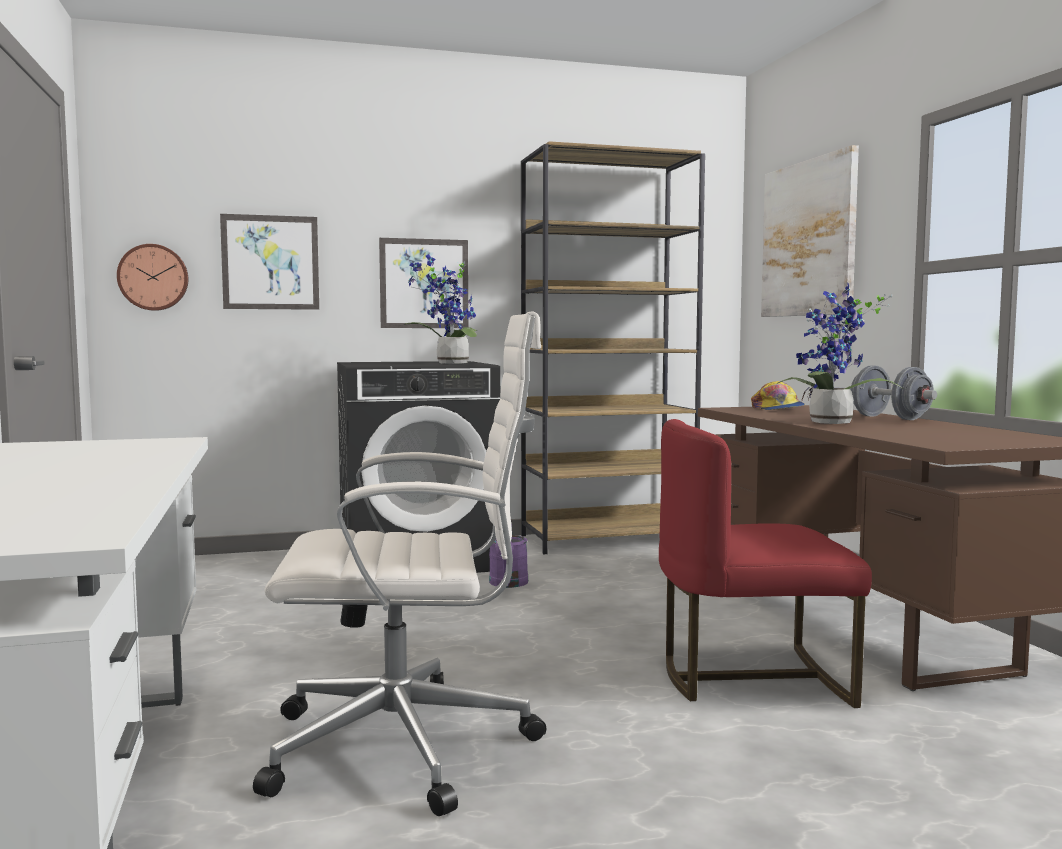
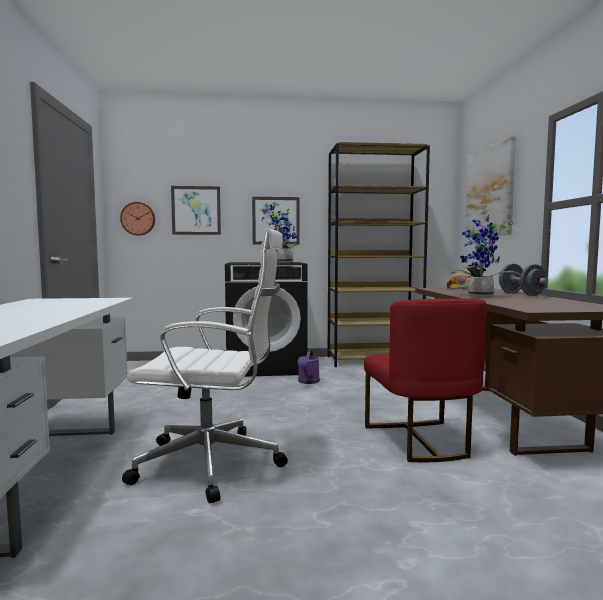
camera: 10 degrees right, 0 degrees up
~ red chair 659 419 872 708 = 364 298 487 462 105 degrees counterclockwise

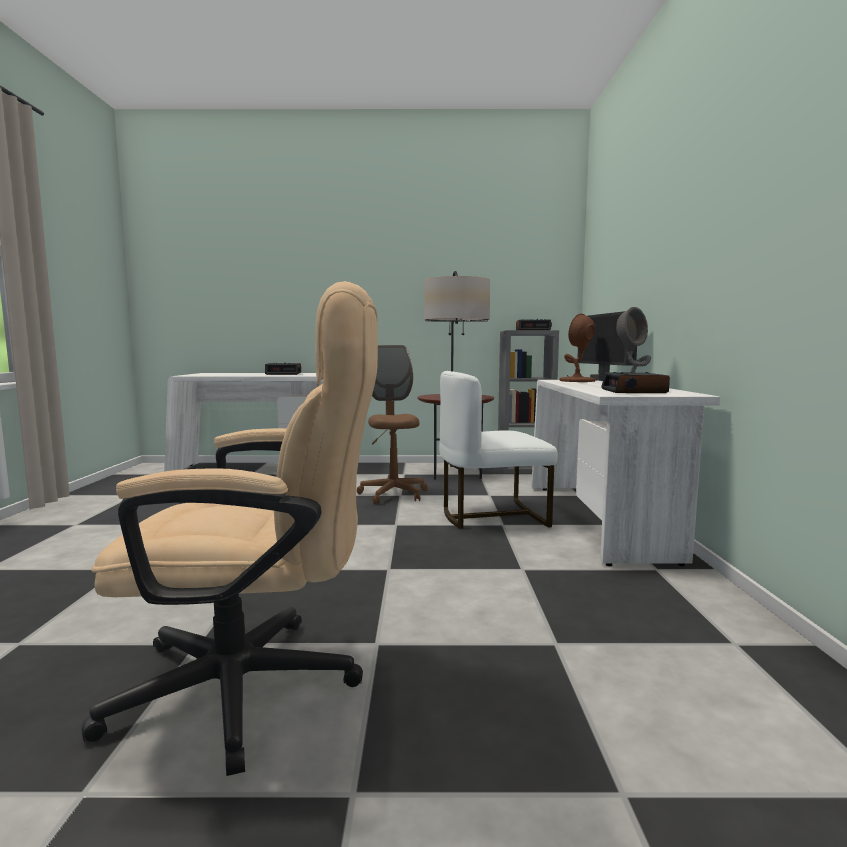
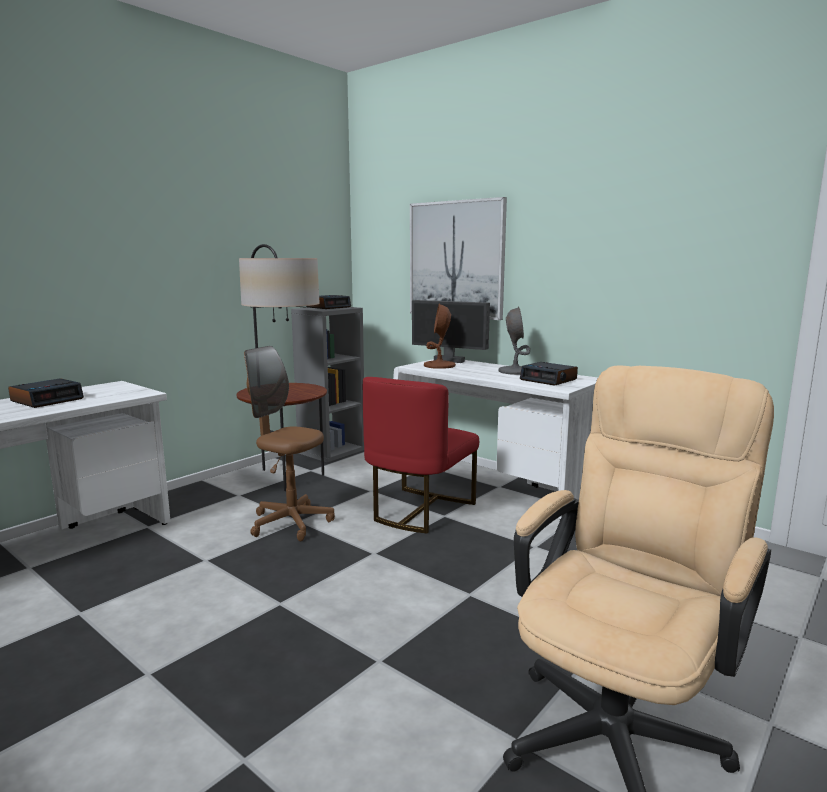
camera: 50 degrees left, 5 degrees up
~ white chair 439 371 558 529 to red chair 363 377 479 534
+ picture 410 197 507 320

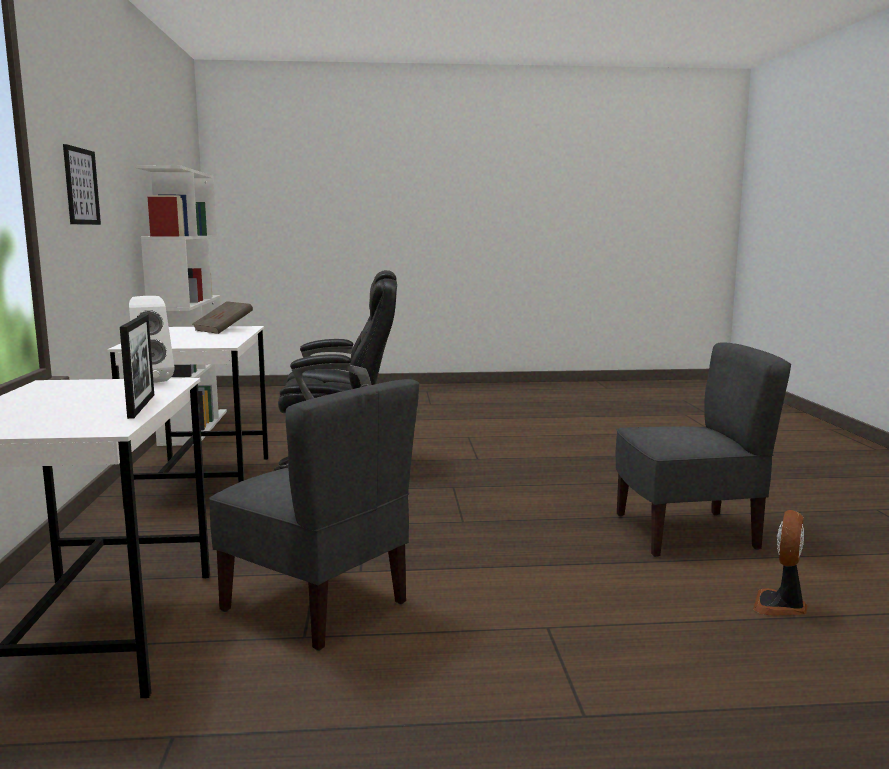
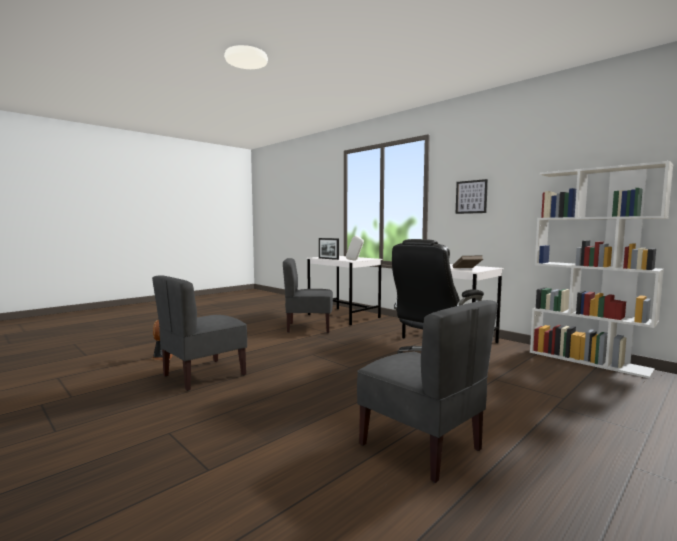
camera: 140 degrees right, 5 degrees down
+ grey chair 357 300 498 483

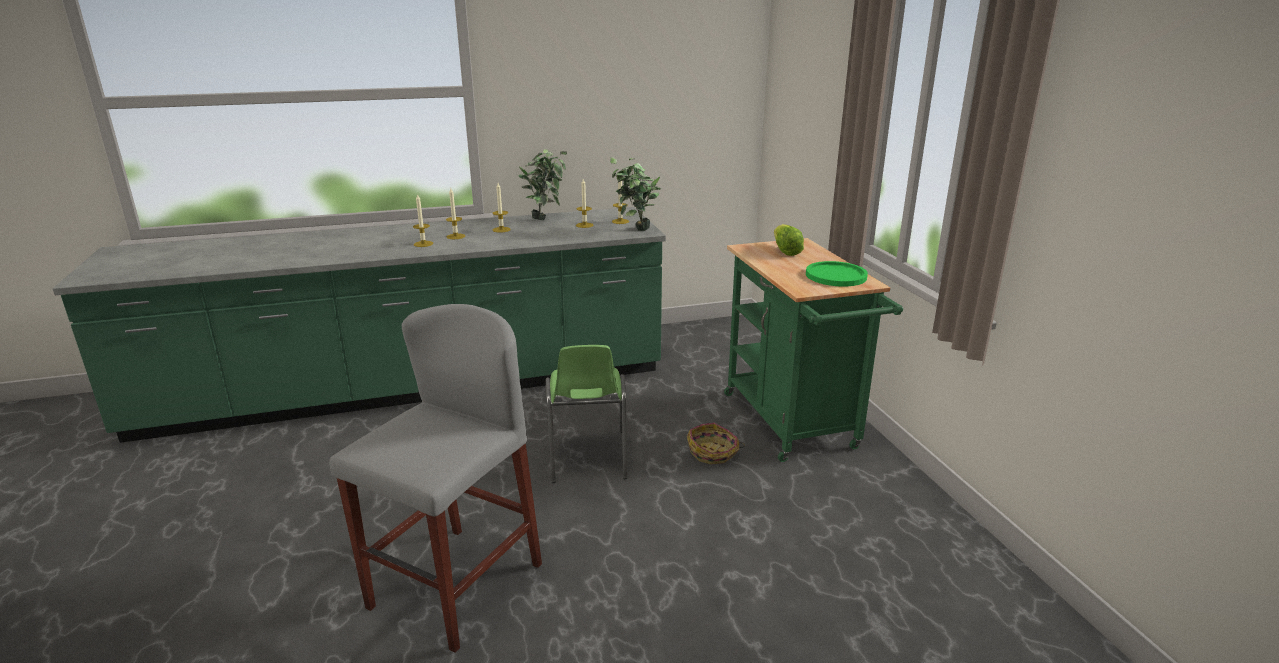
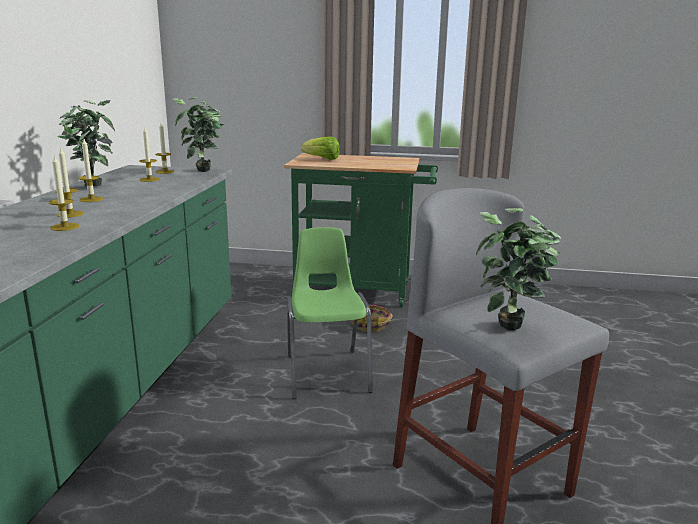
camera: 65 degrees left, 5 degrees down
~ green chair 546 345 627 483 = 287 227 373 399 120 degrees counterclockwise
- green plate 806 261 868 287
+ potted plant 476 208 561 331

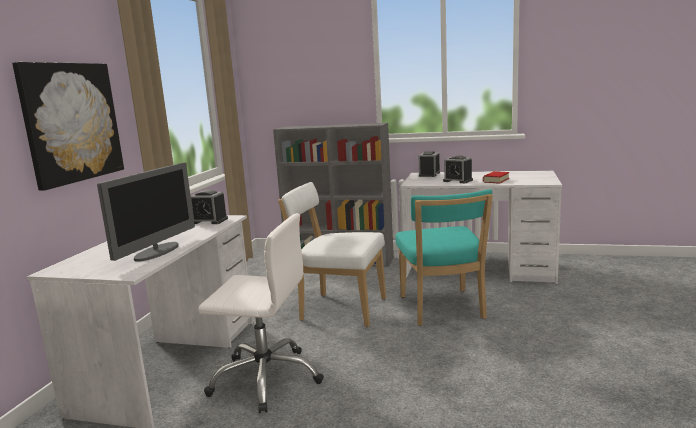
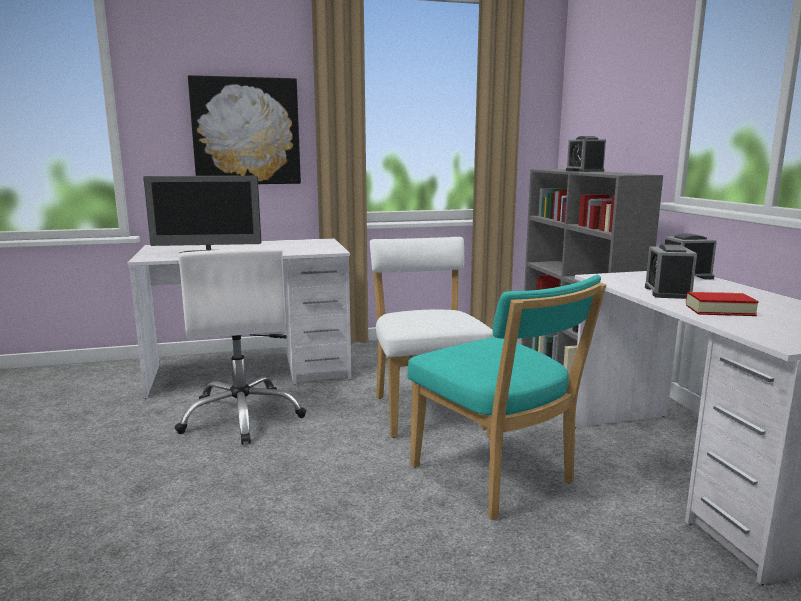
camera: 60 degrees right, 0 degrees up
~ alarm clock 191 190 228 224 to 566 136 606 172
~ turquoise chair 396 189 493 326 = 407 275 607 520 90 degrees counterclockwise

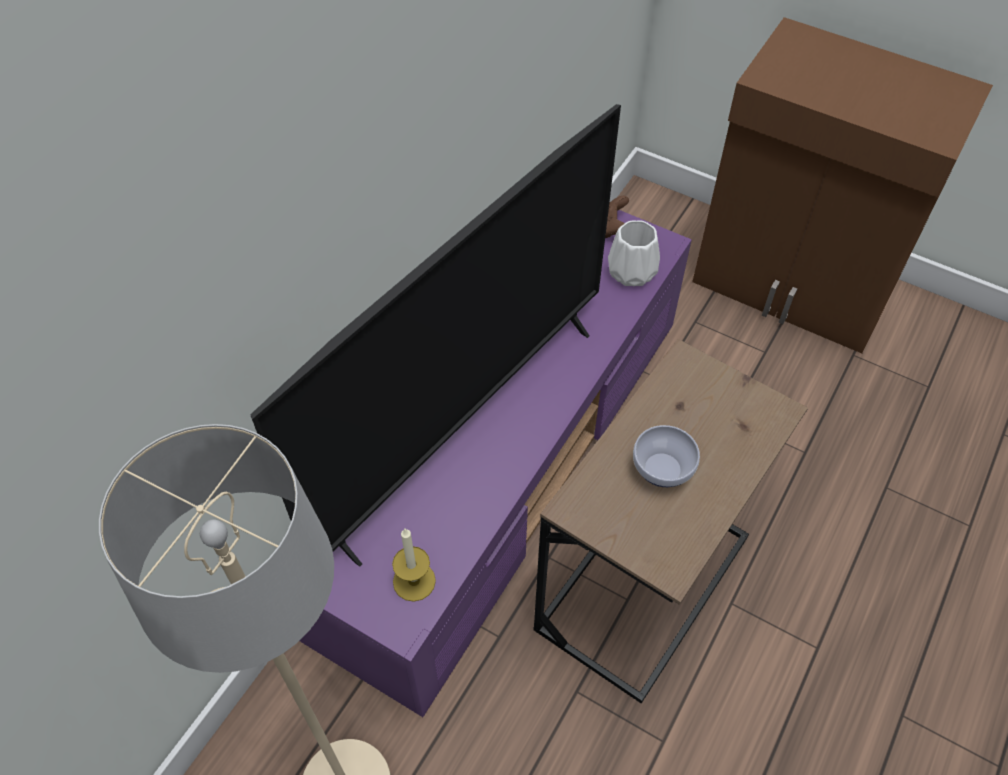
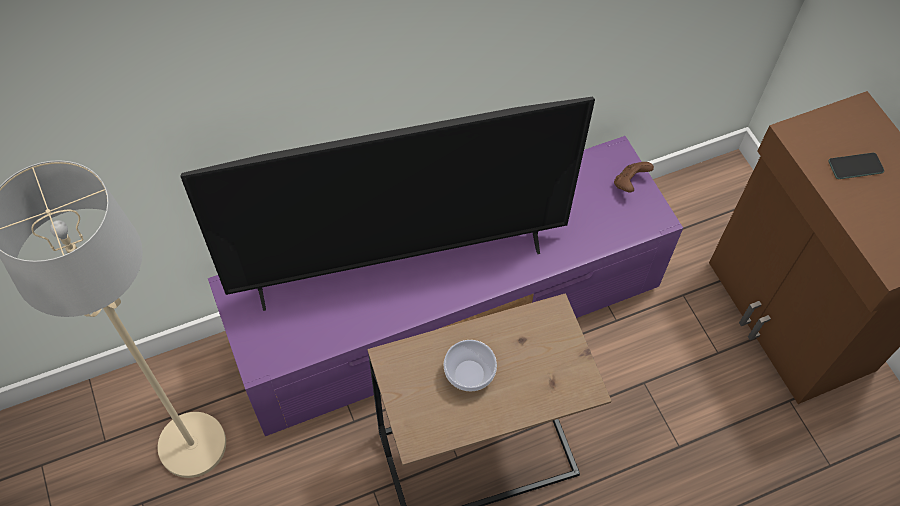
camera: 35 degrees right, 5 degrees up
- candle 392 529 436 602
- white vase 608 220 660 286
+ phone 828 153 884 179

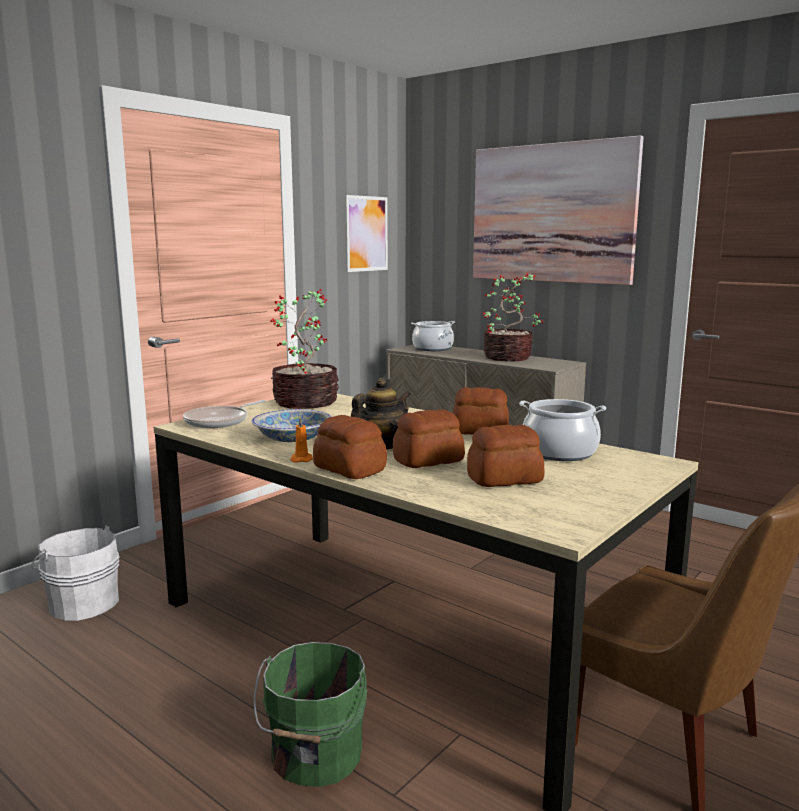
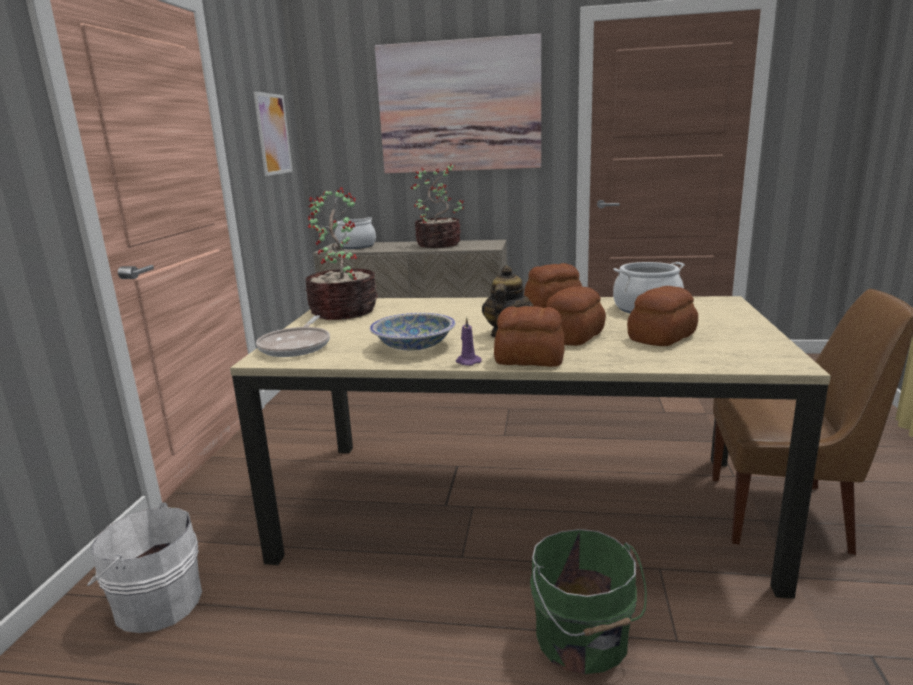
camera: 30 degrees left, 5 degrees up
~ orange candle 290 417 313 463 to purple candle 456 317 482 366

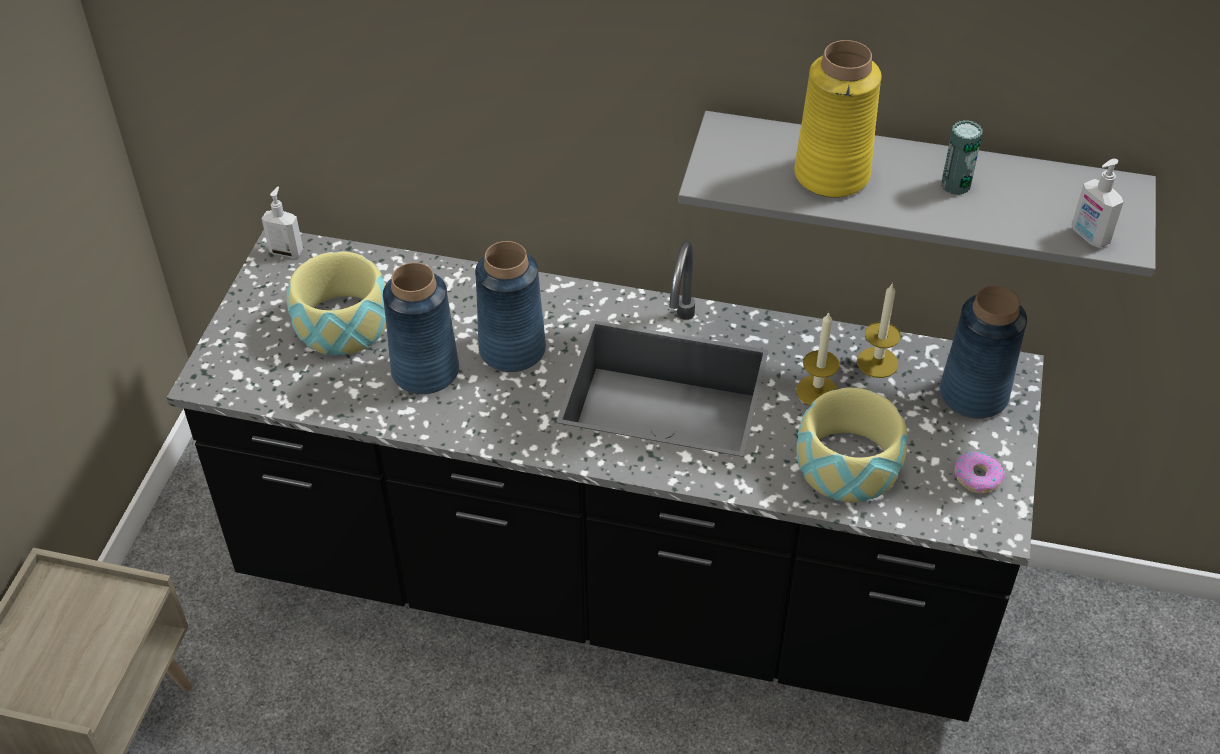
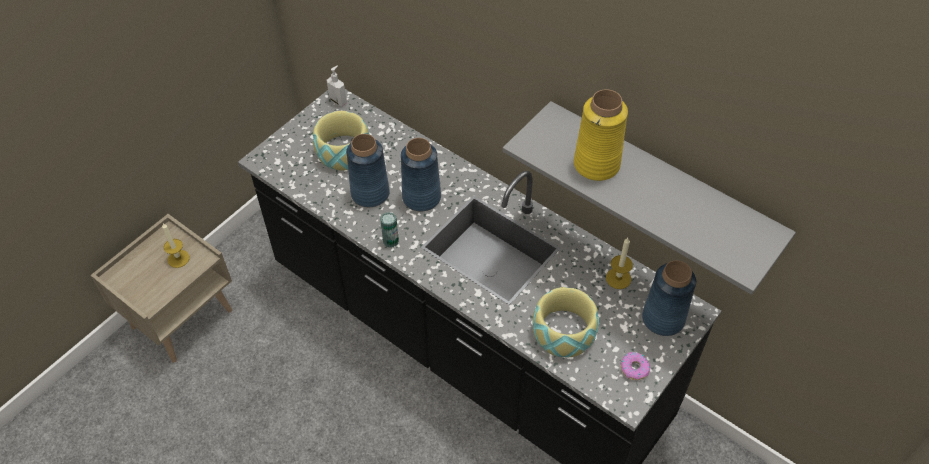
camera: 25 degrees right, 5 degrees up
~ candle 796 311 839 406 to 162 223 190 268
~ can 941 120 983 195 to 380 212 399 248
- soap dispenser 1072 159 1123 248

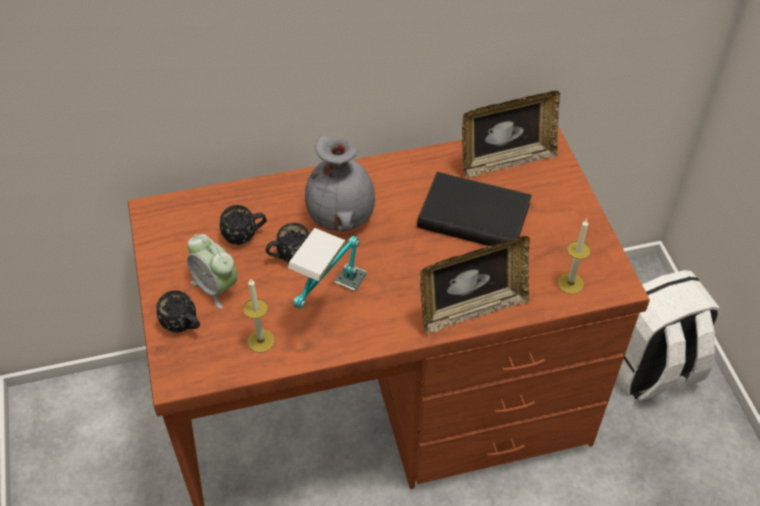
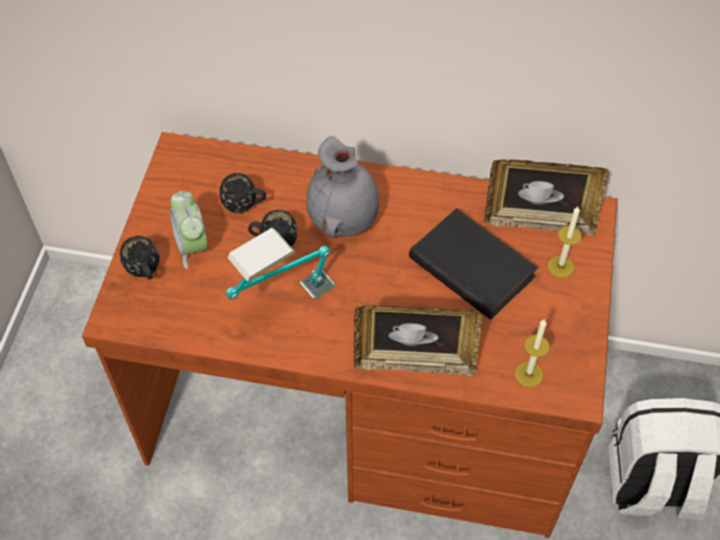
camera: 25 degrees right, 5 degrees up
~ candle 243 278 275 353 to 547 206 582 278

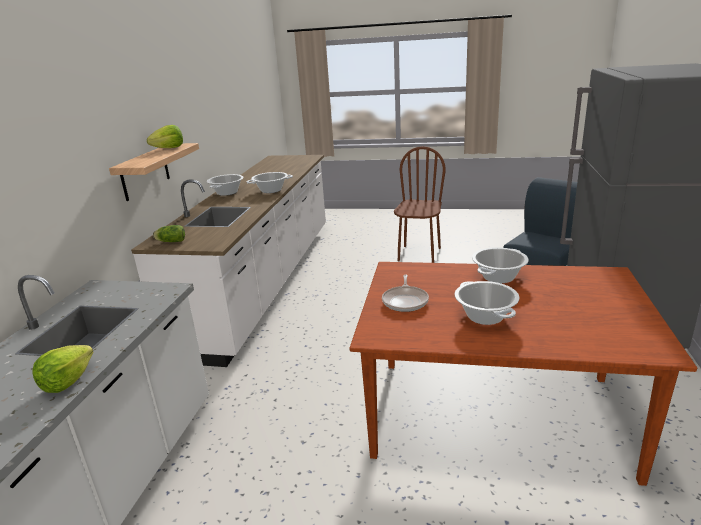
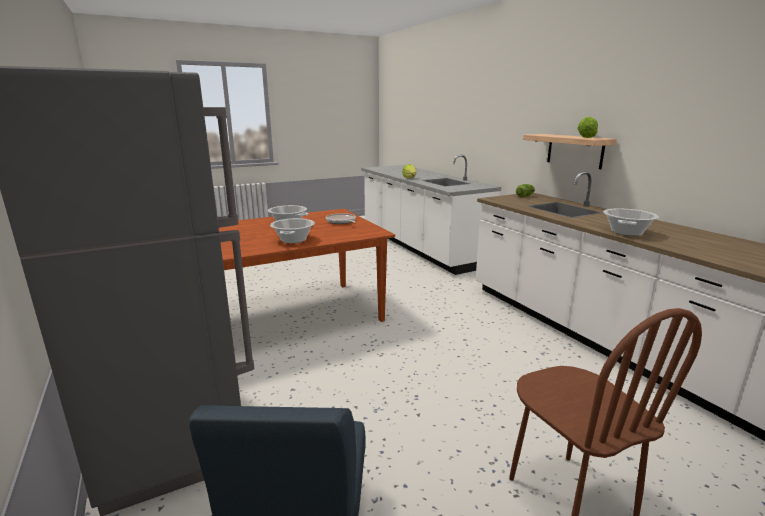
camera: 140 degrees right, 5 degrees down
- cooking pot 207 174 244 196

